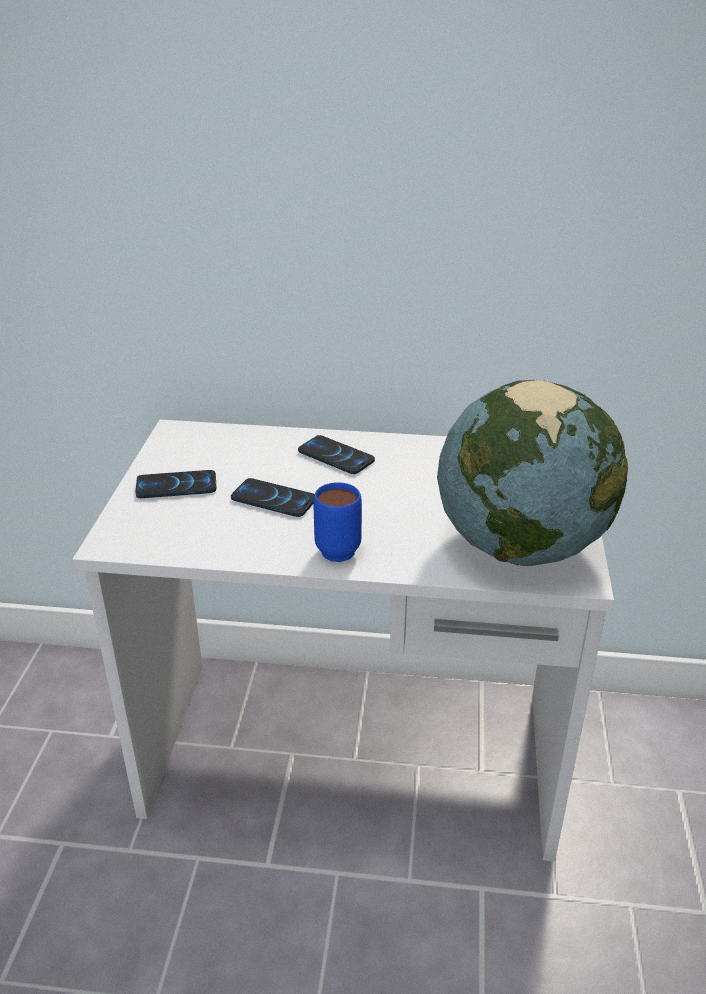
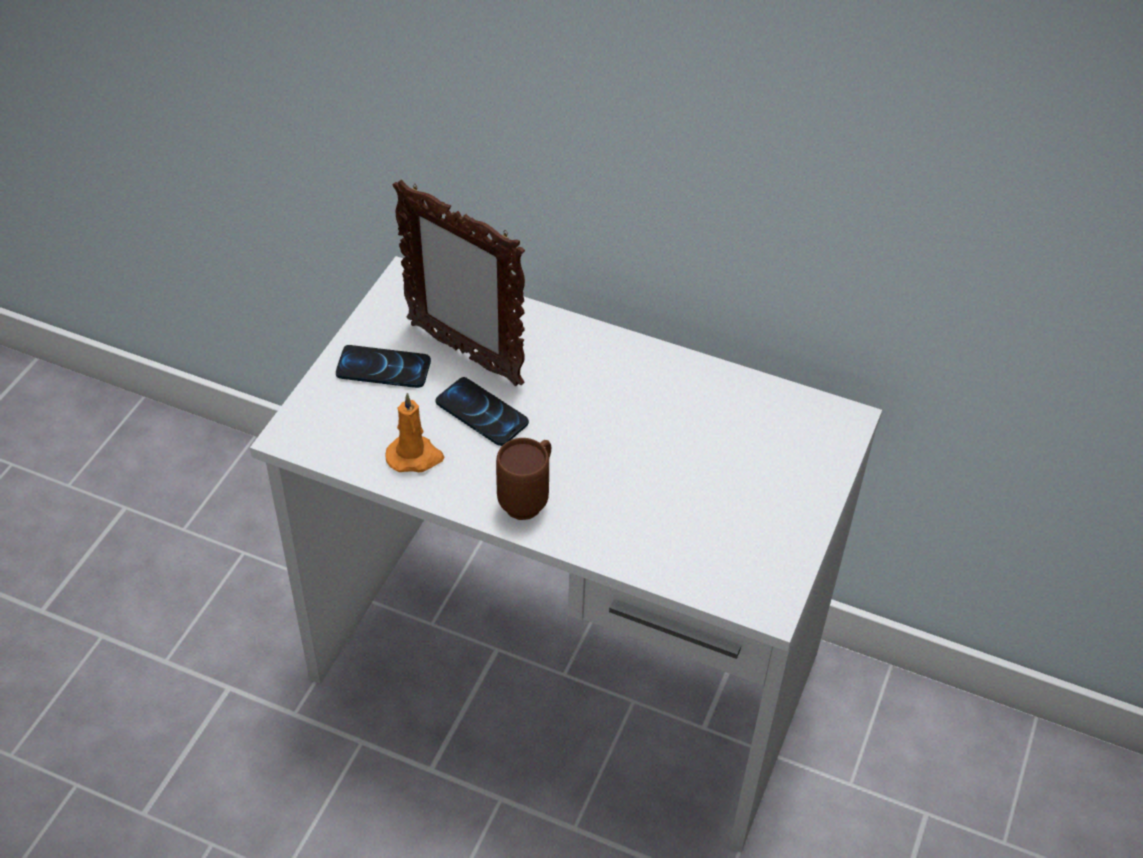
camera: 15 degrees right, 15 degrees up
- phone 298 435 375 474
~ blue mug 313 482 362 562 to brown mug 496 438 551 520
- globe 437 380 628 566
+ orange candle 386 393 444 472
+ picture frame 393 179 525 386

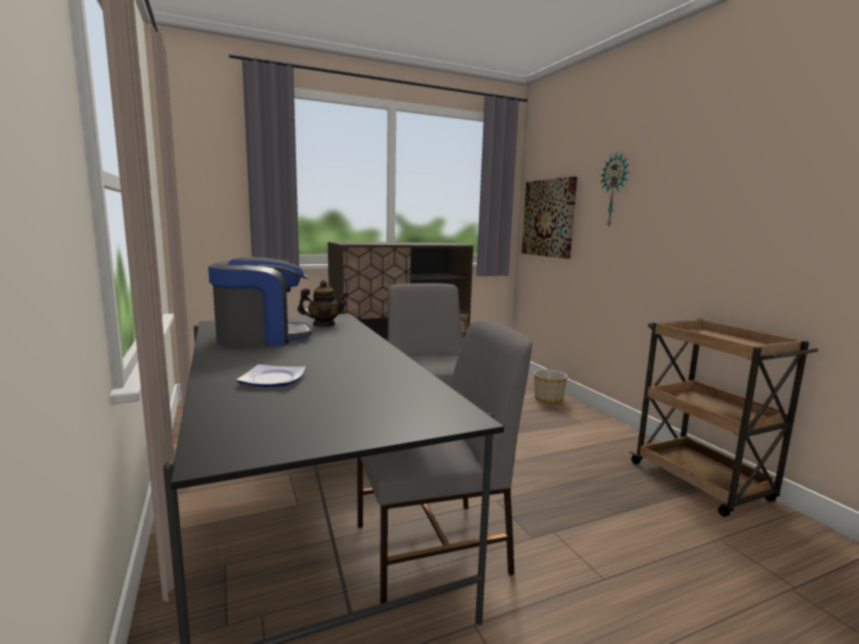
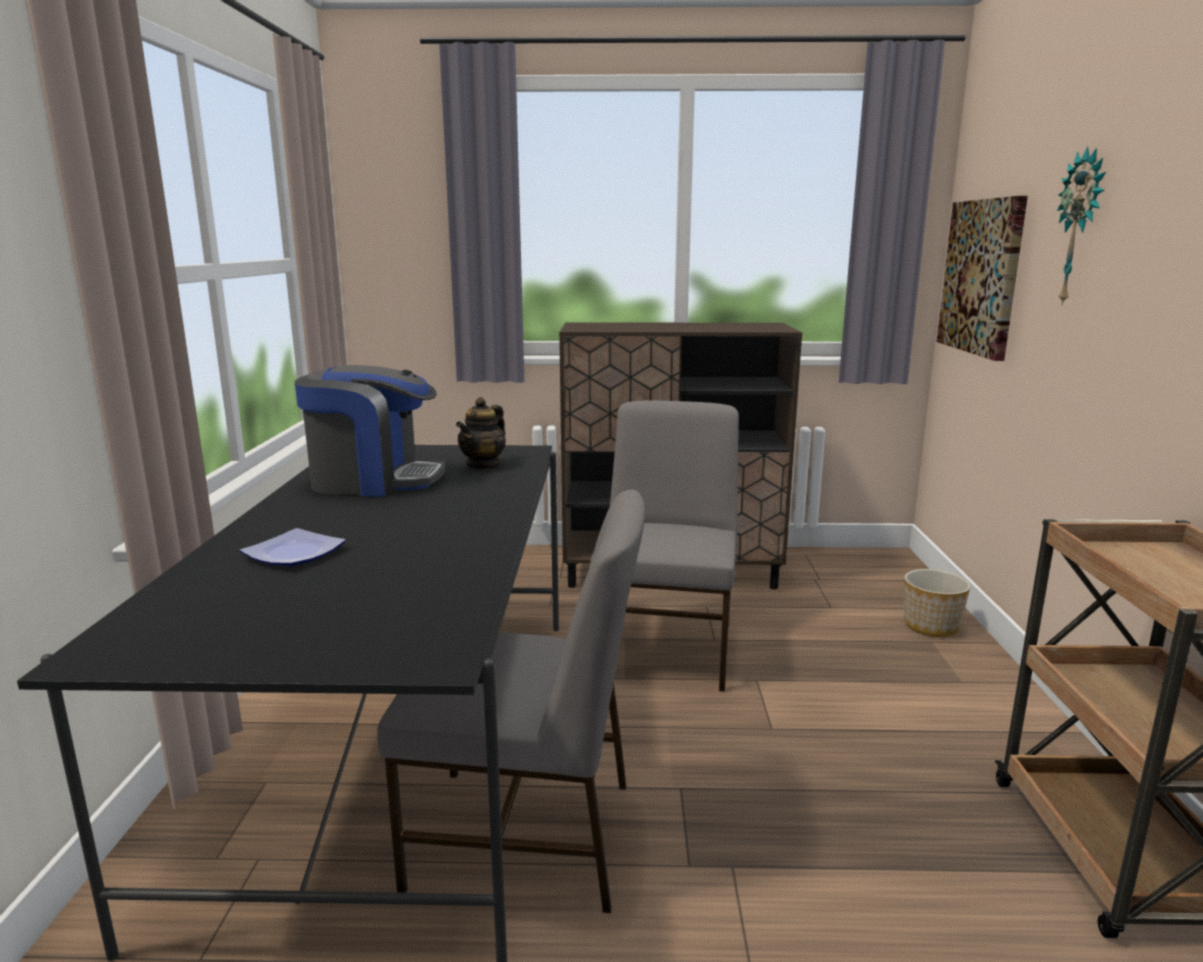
camera: 25 degrees right, 5 degrees up
~ teapot 298 280 349 326 = 456 397 506 470 105 degrees clockwise

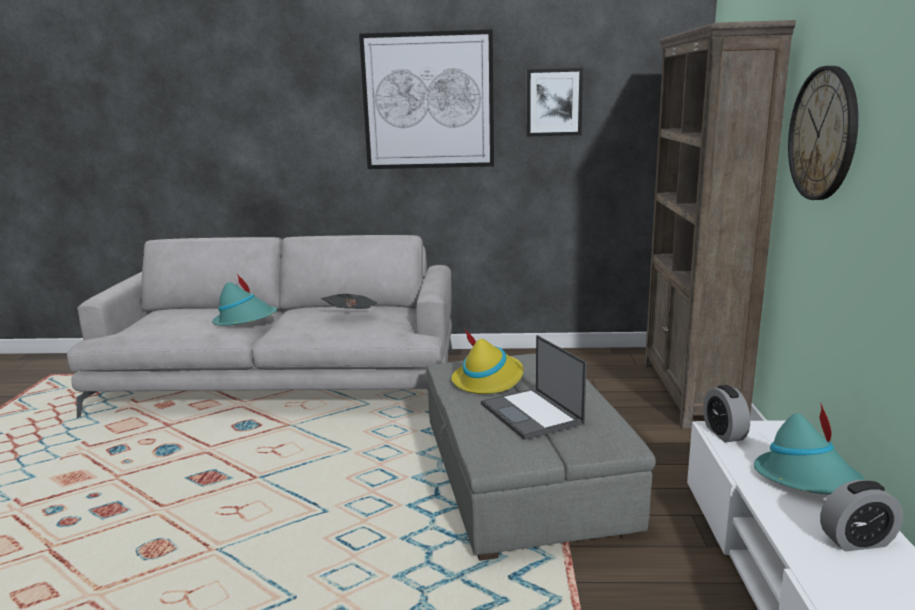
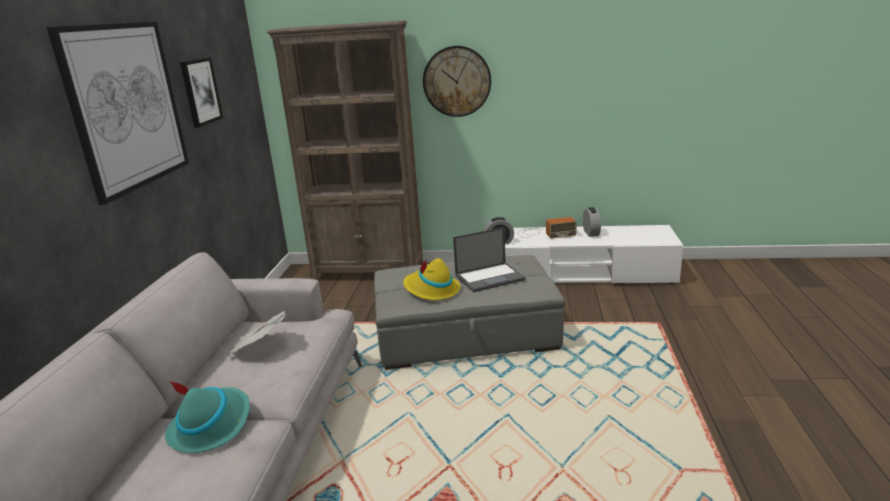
camera: 85 degrees left, 5 degrees up
~ turquoise hat 754 403 864 494 to radio 518 217 577 239

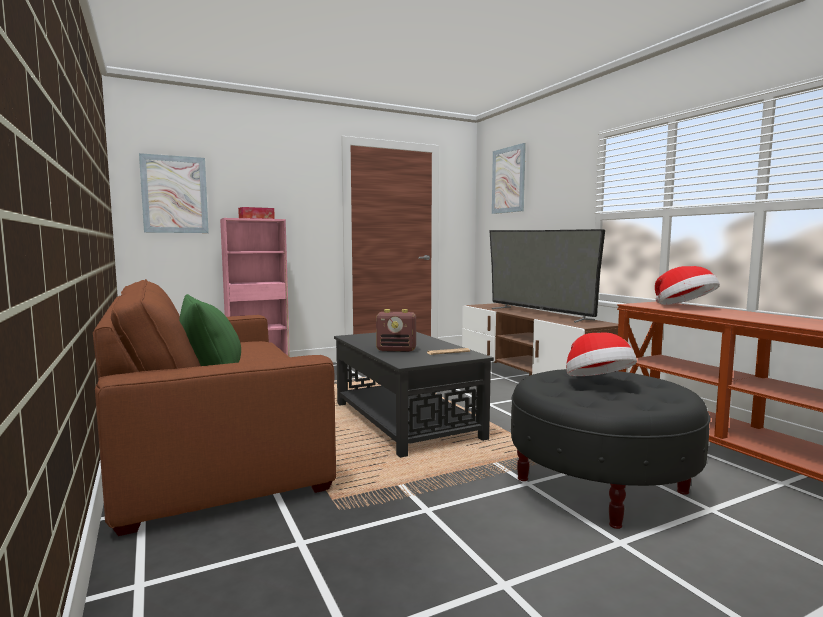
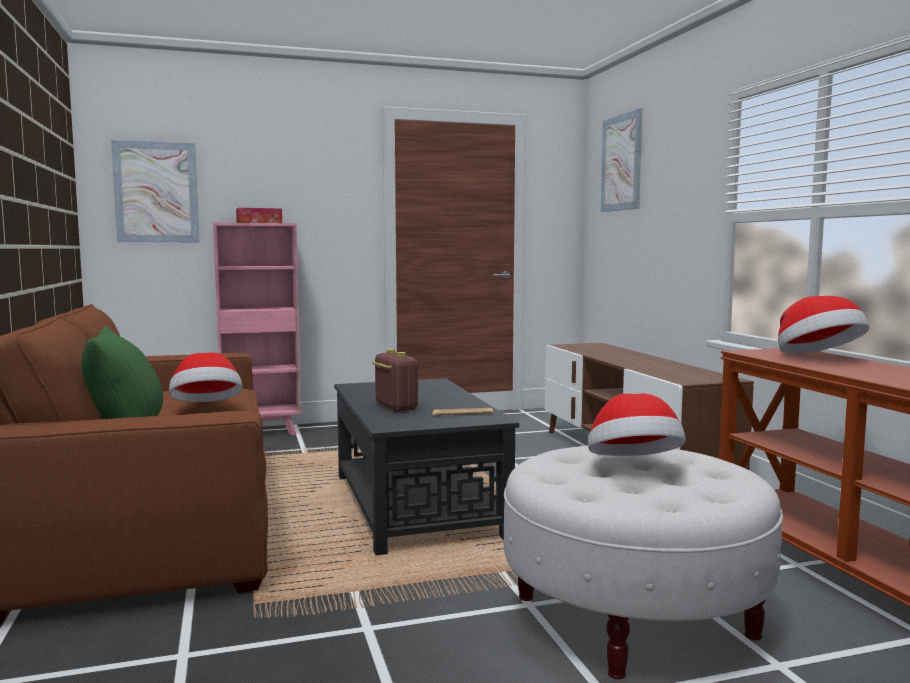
camera: 10 degrees right, 0 degrees up
~ radio 376 309 416 352 = 372 349 418 412 135 degrees counterclockwise
- television 490 229 605 323
~ black ottoman 511 369 711 529 to white ottoman 504 445 783 679
+ hat 169 353 242 402

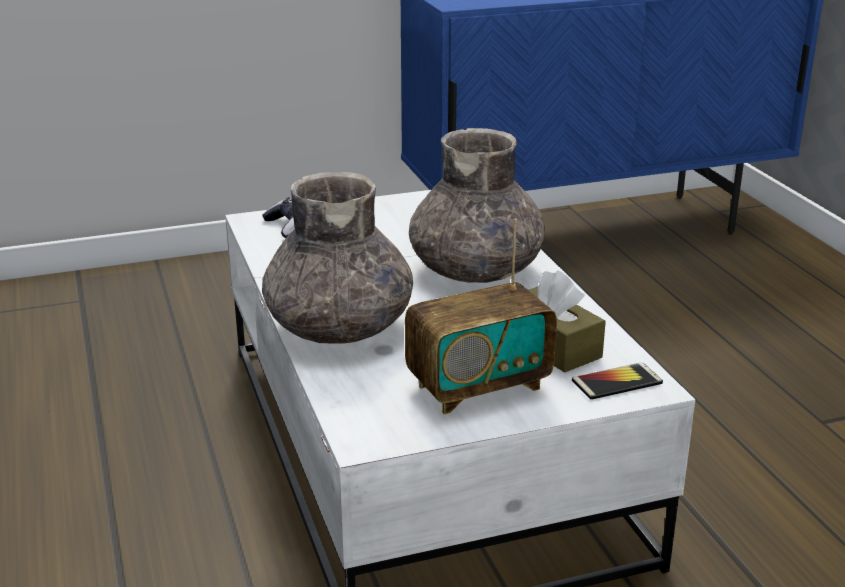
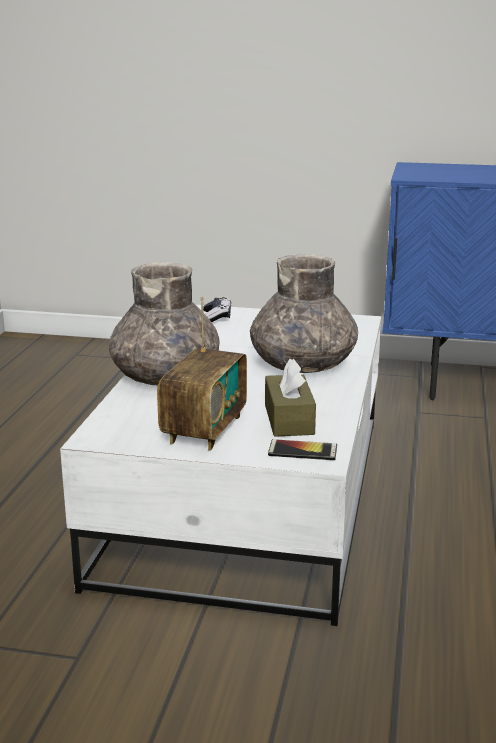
camera: 30 degrees right, 5 degrees down
~ radio 405 218 557 414 = 157 297 247 451 75 degrees counterclockwise

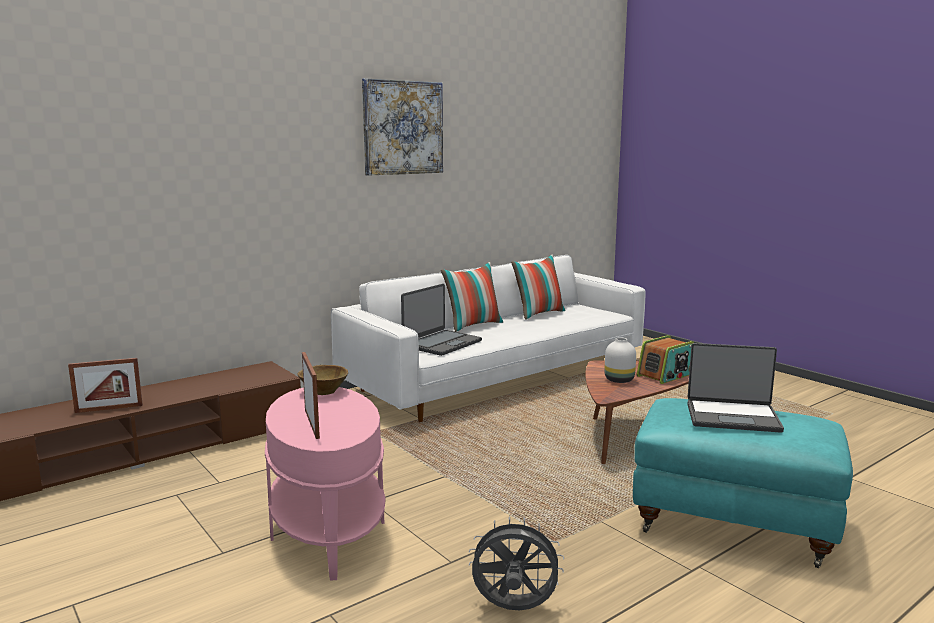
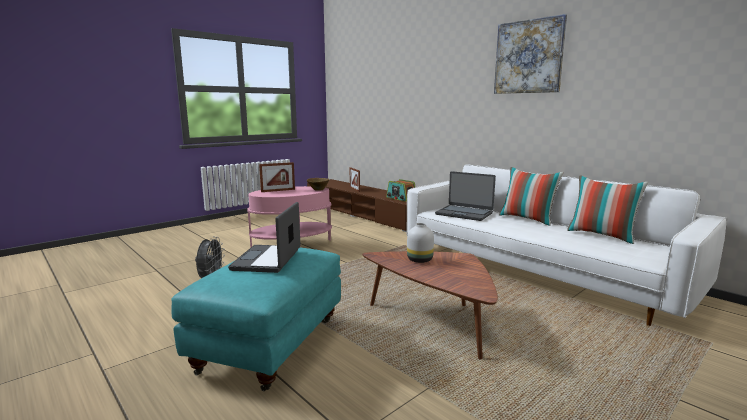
camera: 85 degrees right, 0 degrees up
~ radio 637 335 694 384 to 386 179 415 202

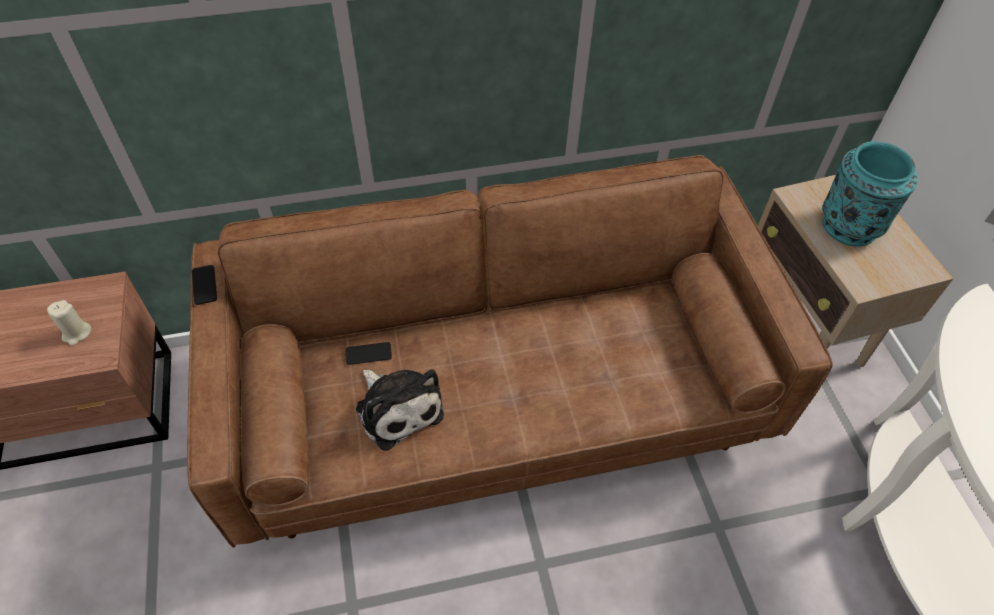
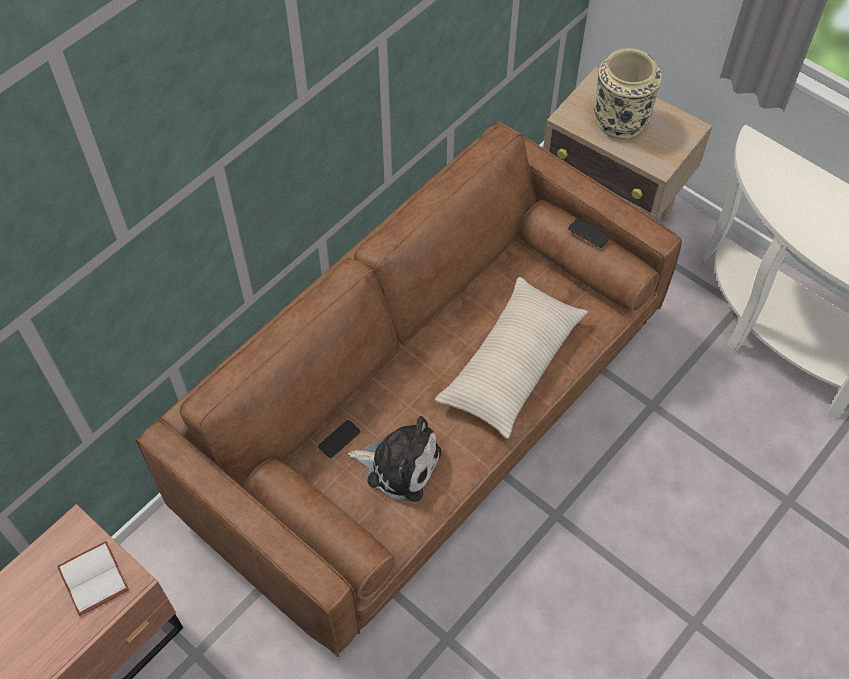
camera: 35 degrees left, 5 degrees up
~ beige candle 47 300 91 346 to white book 57 541 129 616
~ phone 192 265 217 305 to 568 218 610 248
~ turquoise vase 822 141 918 246 to beige vase 594 48 662 139
+ beige pillow 435 277 588 439

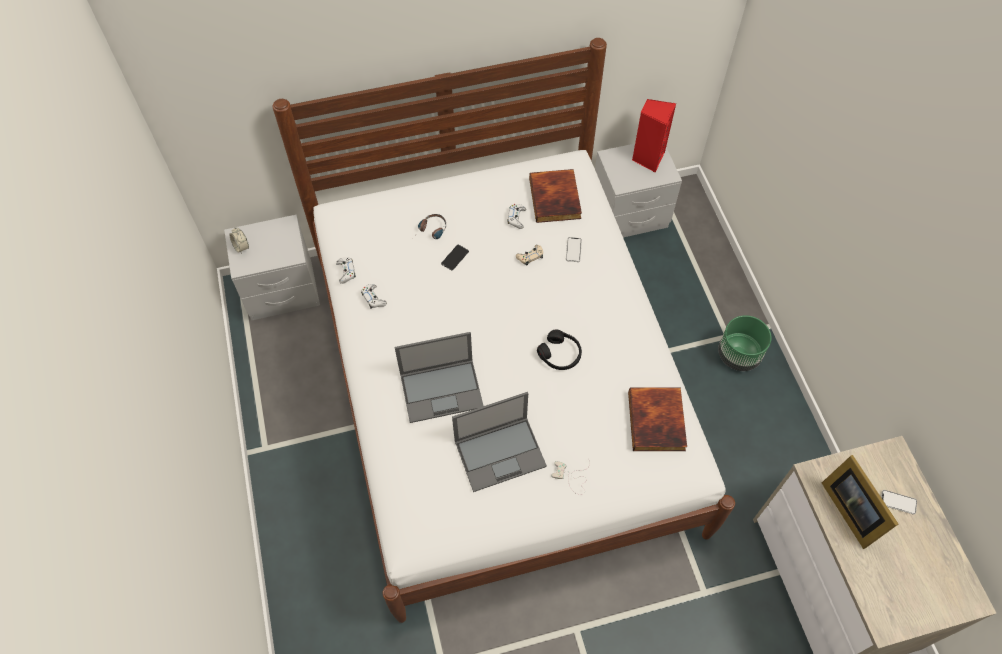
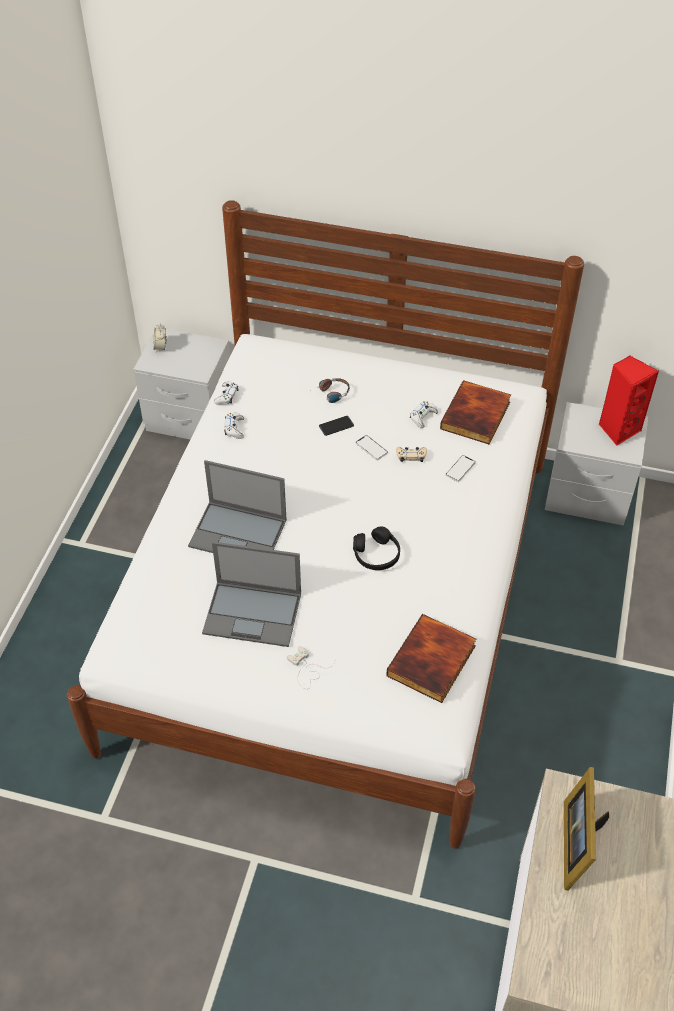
camera: 30 degrees right, 10 degrees down
- green planter 718 315 772 371
~ phone 881 490 917 515 to 355 435 388 460

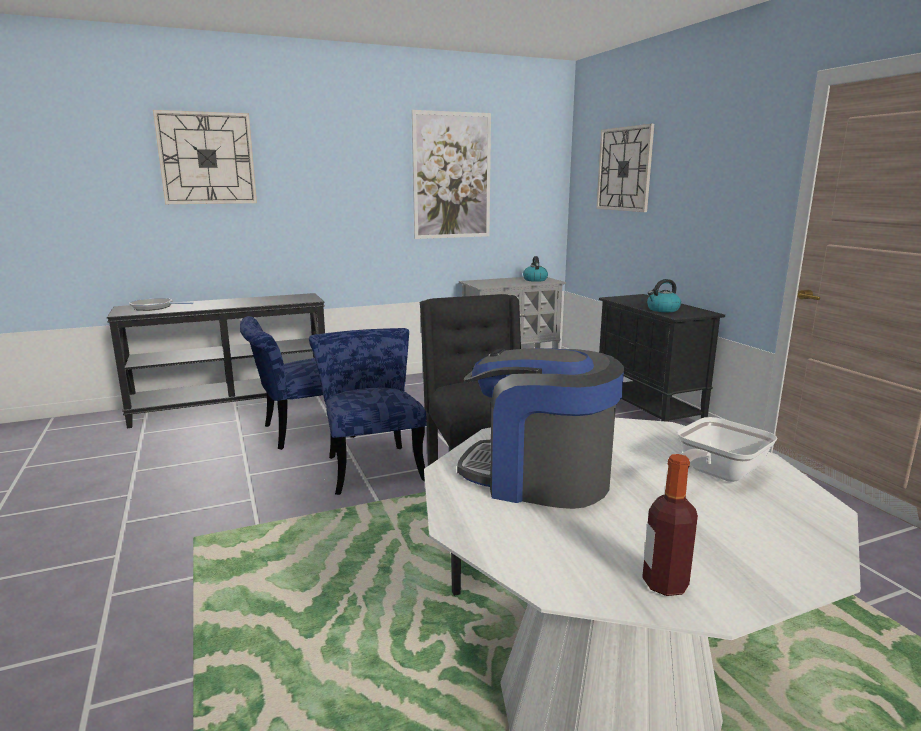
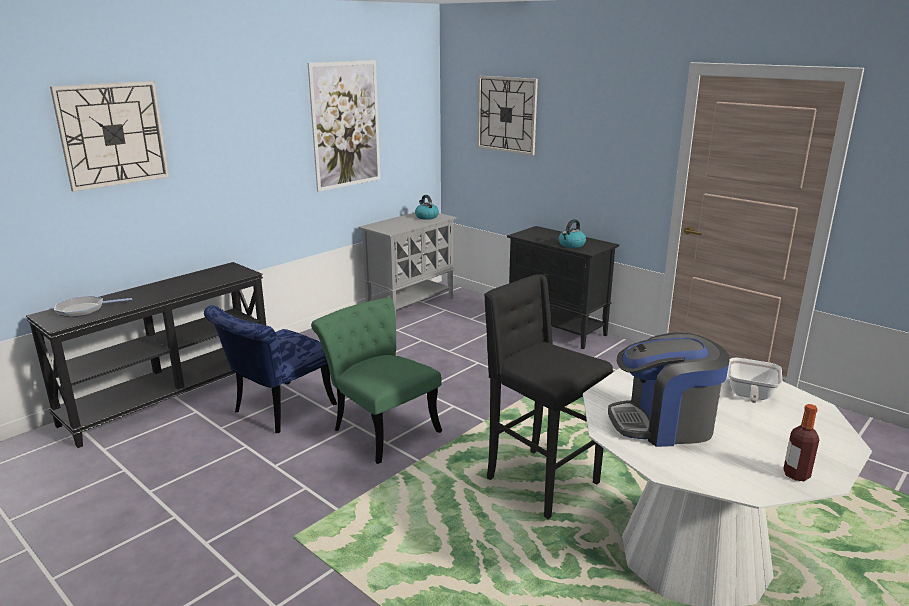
camera: 25 degrees left, 5 degrees up
~ blue chair 309 328 427 495 to green chair 311 298 443 464

